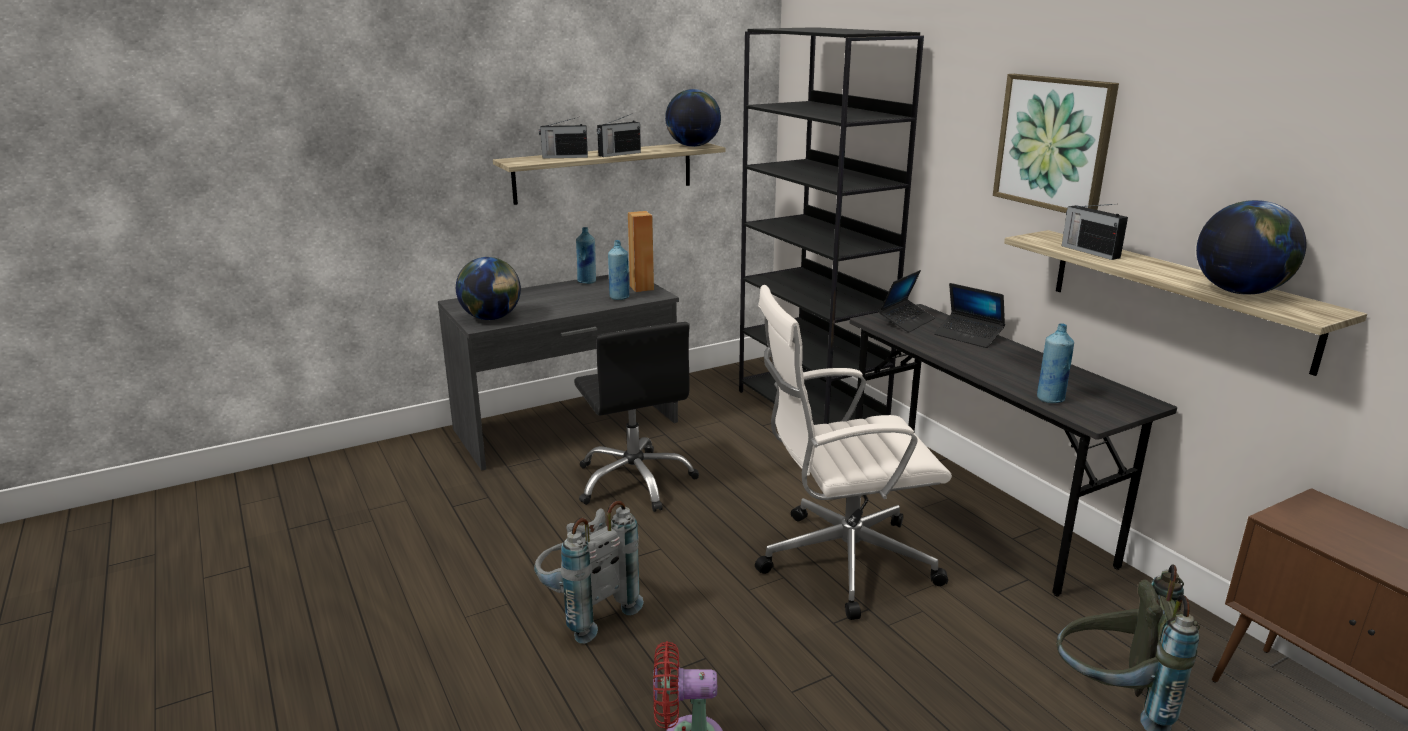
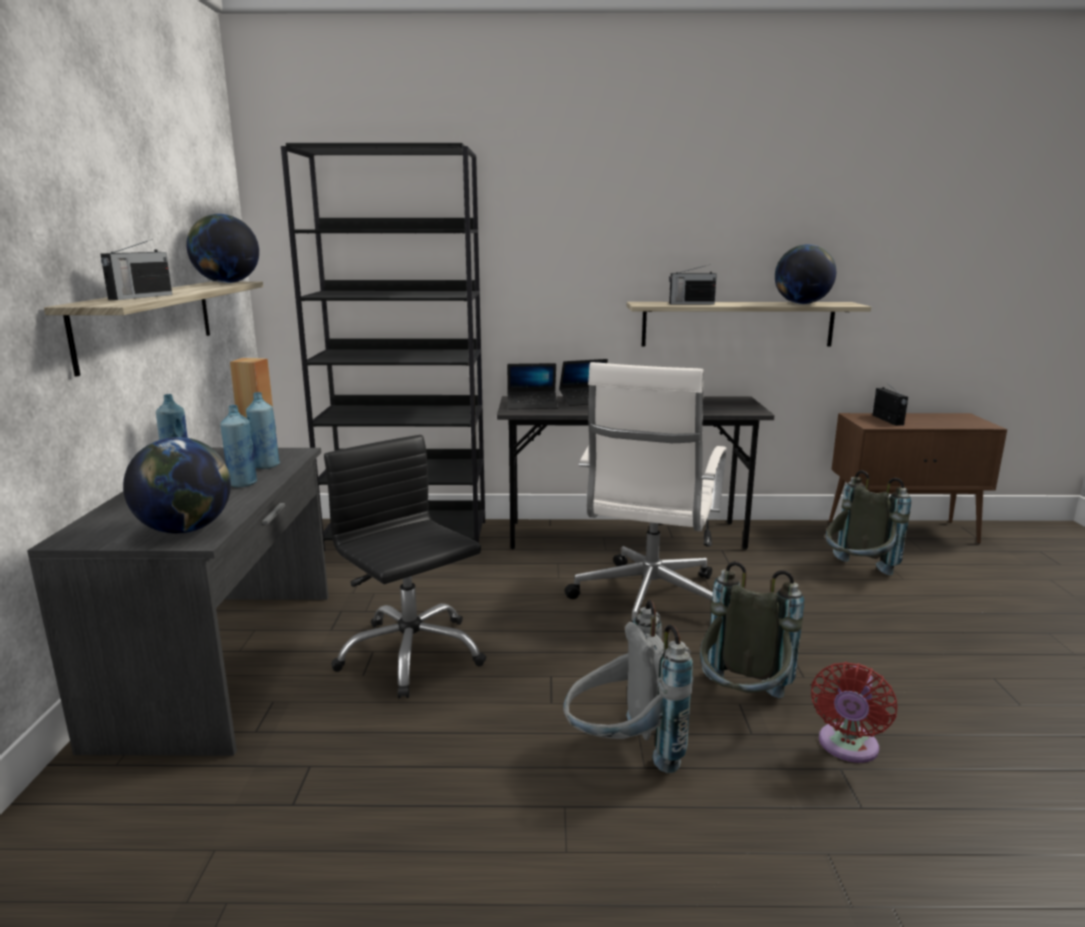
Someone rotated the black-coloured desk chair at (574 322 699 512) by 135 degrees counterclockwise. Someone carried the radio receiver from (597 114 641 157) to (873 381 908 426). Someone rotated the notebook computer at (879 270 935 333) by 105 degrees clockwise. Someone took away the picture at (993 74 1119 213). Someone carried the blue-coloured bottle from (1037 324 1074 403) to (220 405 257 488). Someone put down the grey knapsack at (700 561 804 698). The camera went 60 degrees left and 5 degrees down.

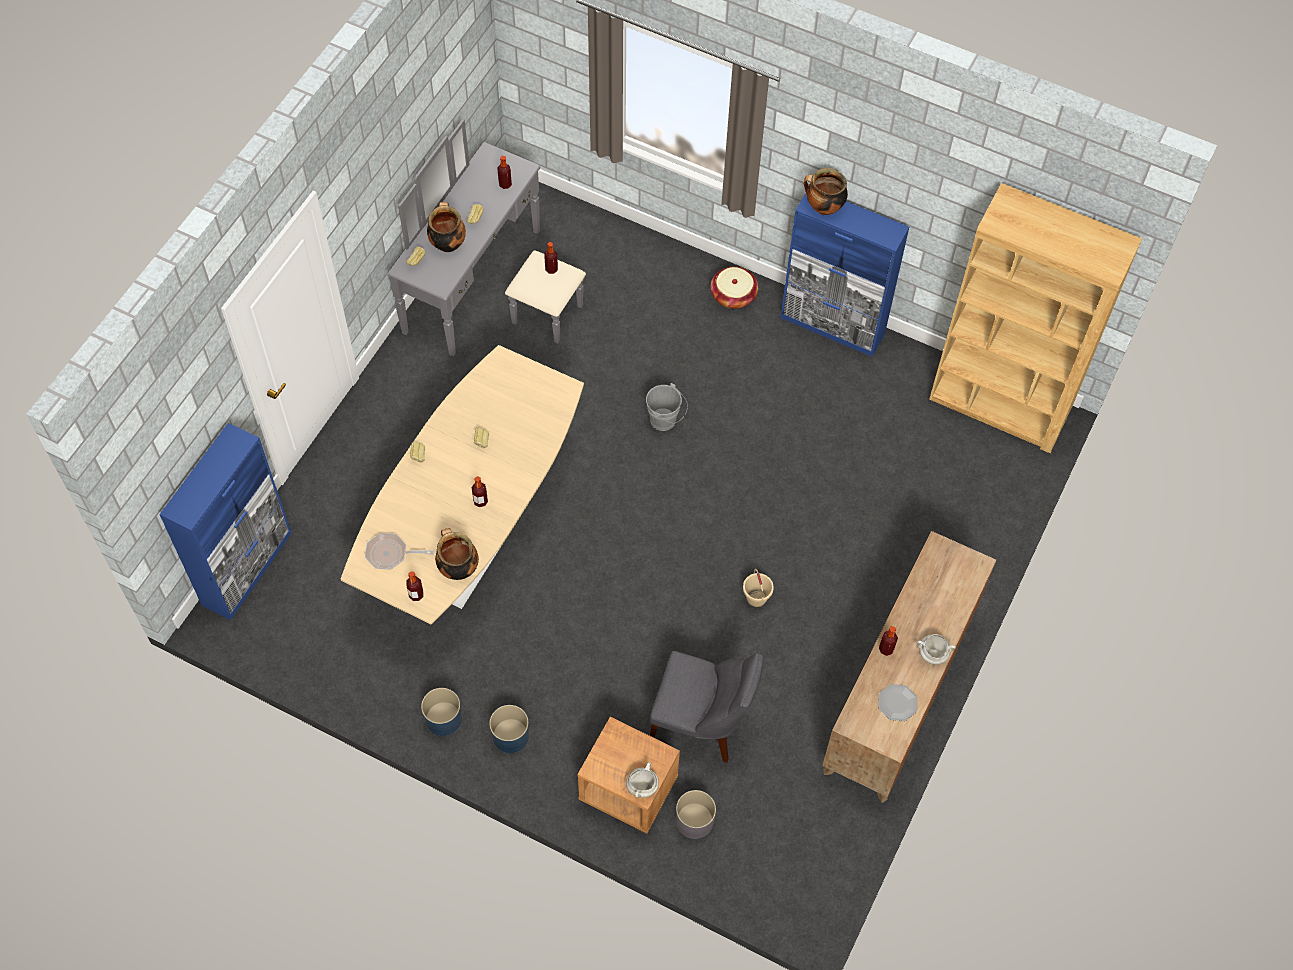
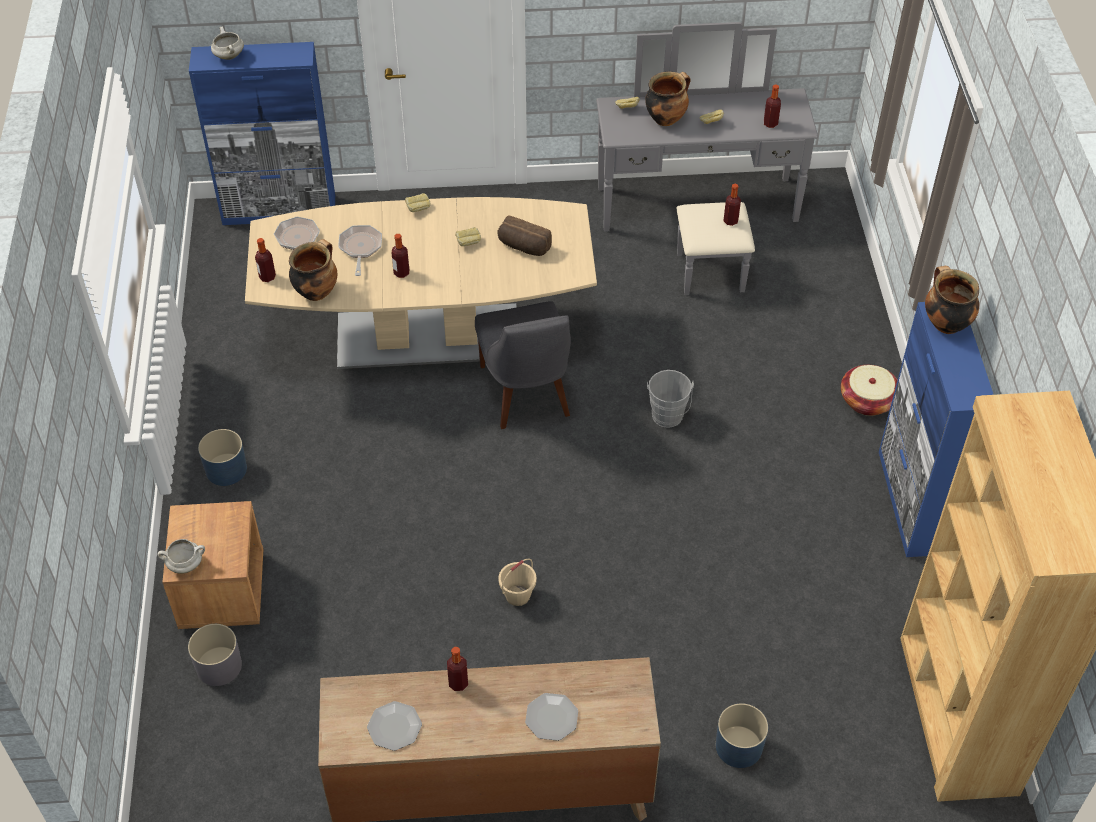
Someone carried the blue-coloured planter from (421 688 462 736) to (716 703 768 768). Someone carried the grey chair from (650 651 764 763) to (475 301 571 429). Someone carried the whitish cooking pot from (917 634 956 665) to (211 27 244 60). Someone put down the skillet at (339 225 382 276). Someone put down the bread at (498 215 552 256). Someone put down the plate at (525 693 578 741). The camera went 60 degrees right and 10 degrees down.

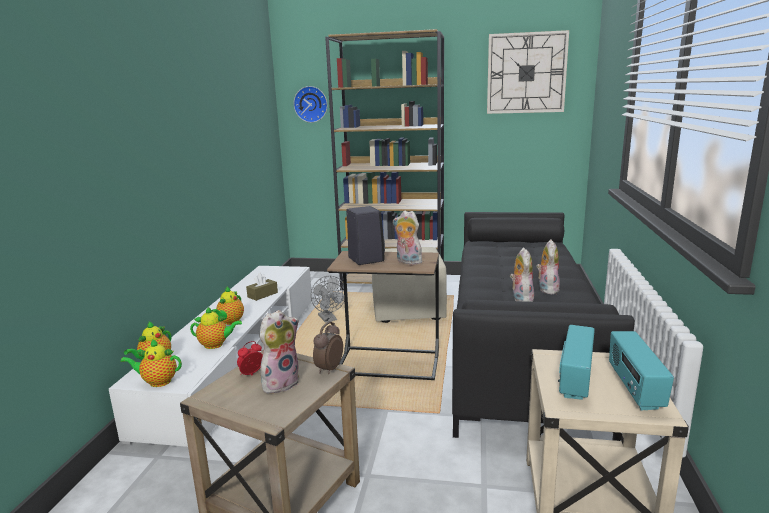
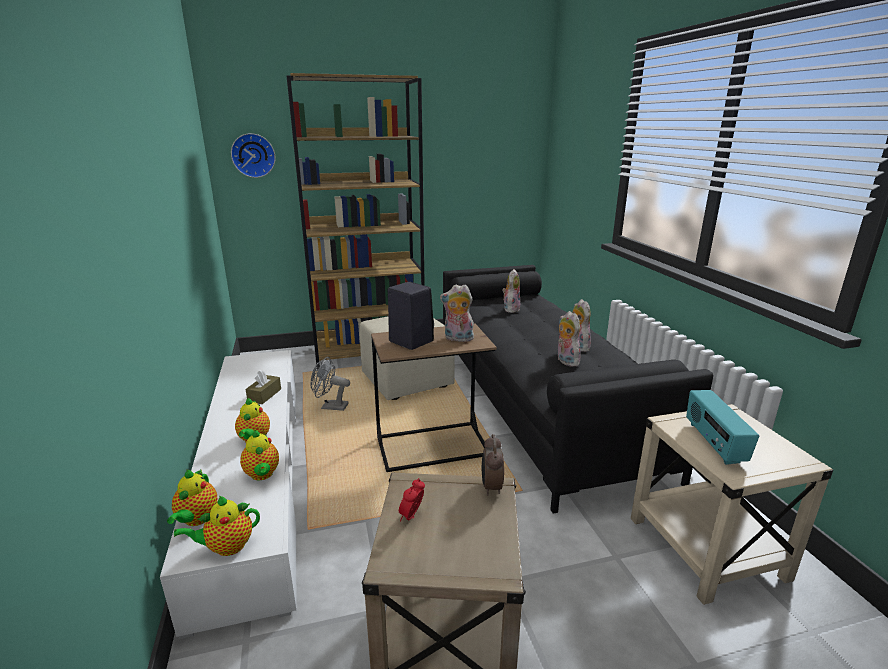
Someone rotated the teapot at (190 307 242 349) by 90 degrees clockwise. Someone carried the cuddly toy from (260 310 299 394) to (502 269 520 313). Someone rotated the grey electric fan at (311 276 344 323) by 150 degrees clockwise. Someone took away the wall clock at (487 30 569 114). Someone took away the radio receiver at (609 331 674 411). The camera went 25 degrees left and 5 degrees up.

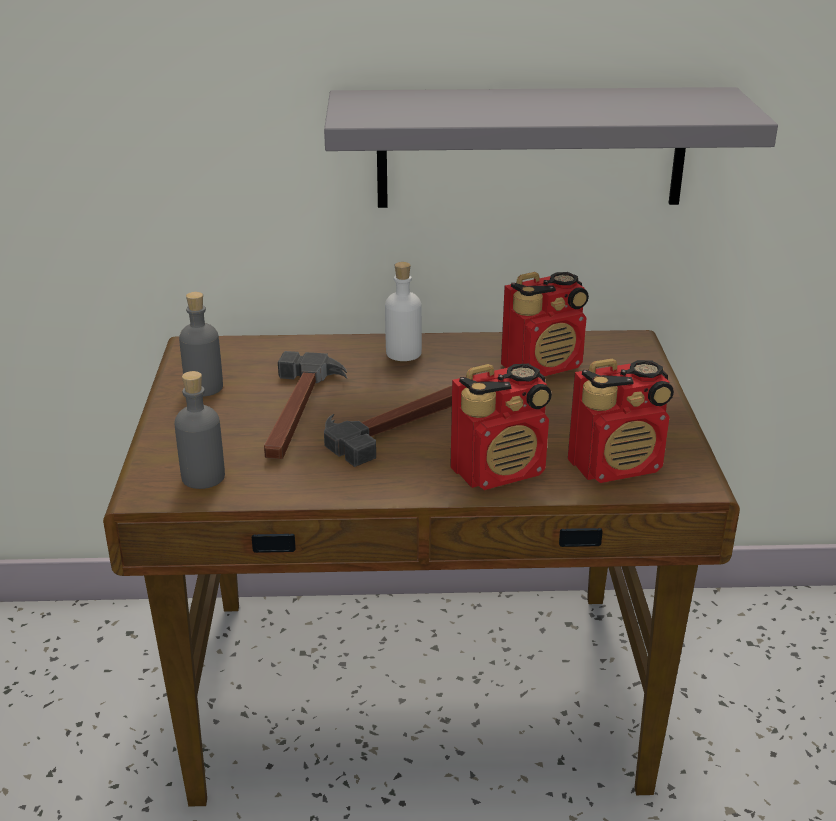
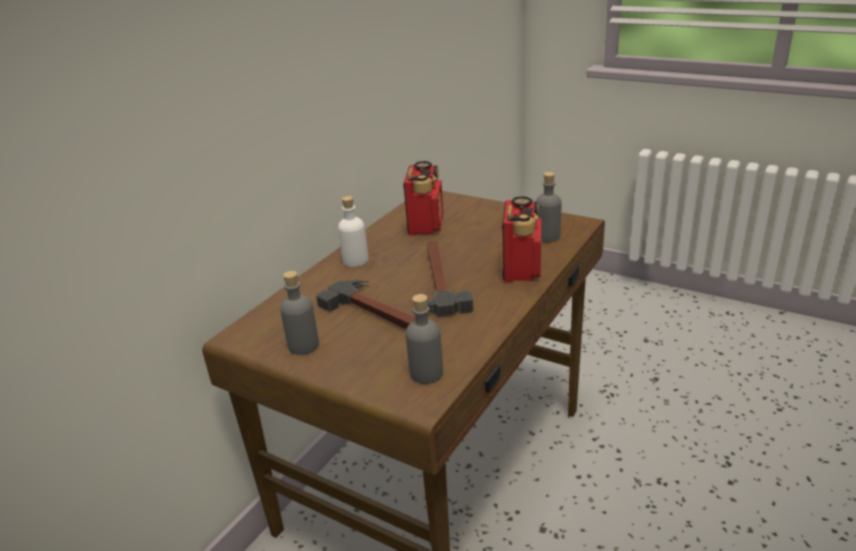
Someone took away the grey bracket shelf at (324 87 778 208). Someone swapped the radio receiver at (568 359 674 483) for the grey bottle at (536 172 562 242). The camera went 55 degrees left and 0 degrees up.

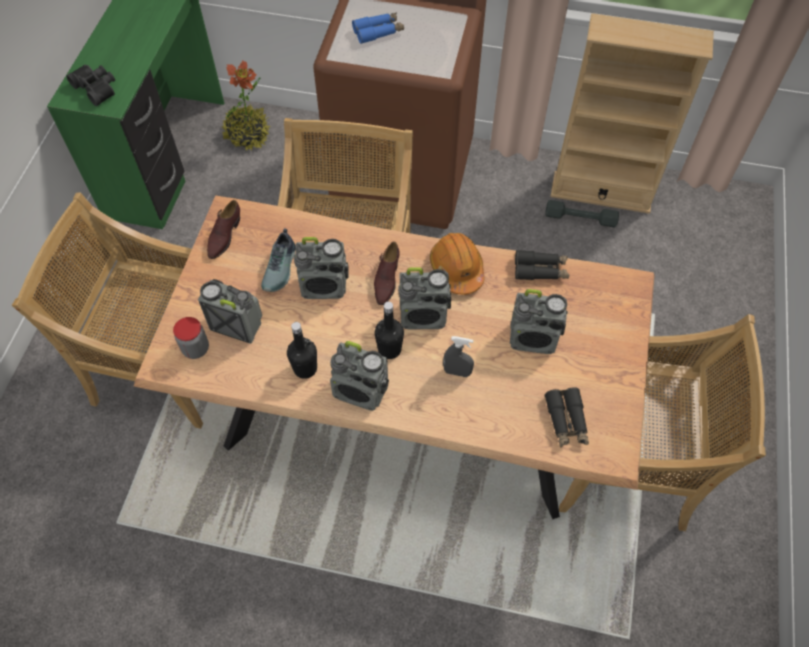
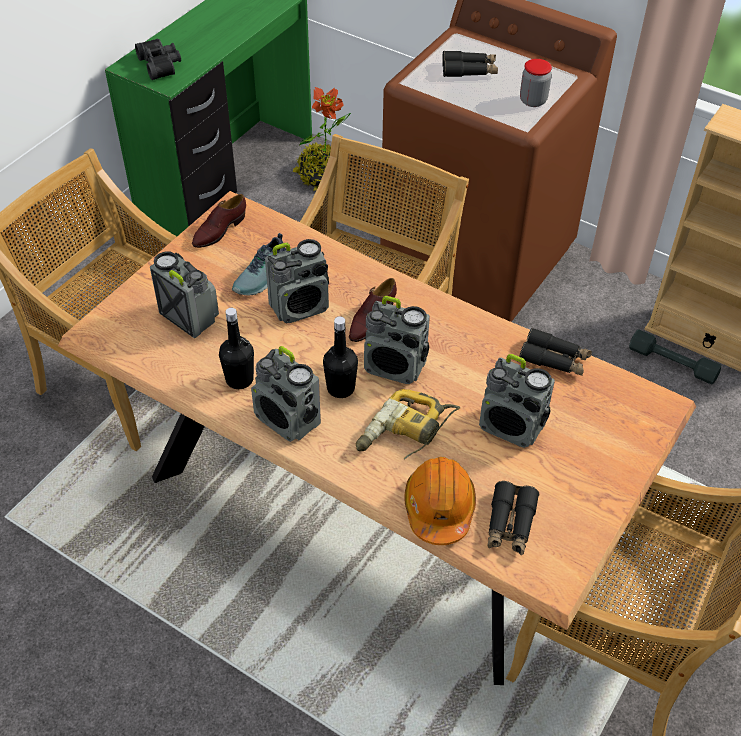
Someone carried the jar from (173 317 209 359) to (520 59 552 107). Someone rotated the radio receiver at (294 237 348 299) by 45 degrees counterclockwise. Someone repainted the blue-coloured pair of binoculars at (352 12 404 44), which became the black-coloured pair of binoculars at (442 51 498 77). Someone carried the orangey hard hat from (430 233 485 295) to (404 457 476 545). Someone swapped the grey spray bottle at (443 336 474 377) for the drill at (356 389 461 459). The camera went 20 degrees right and 10 degrees down.

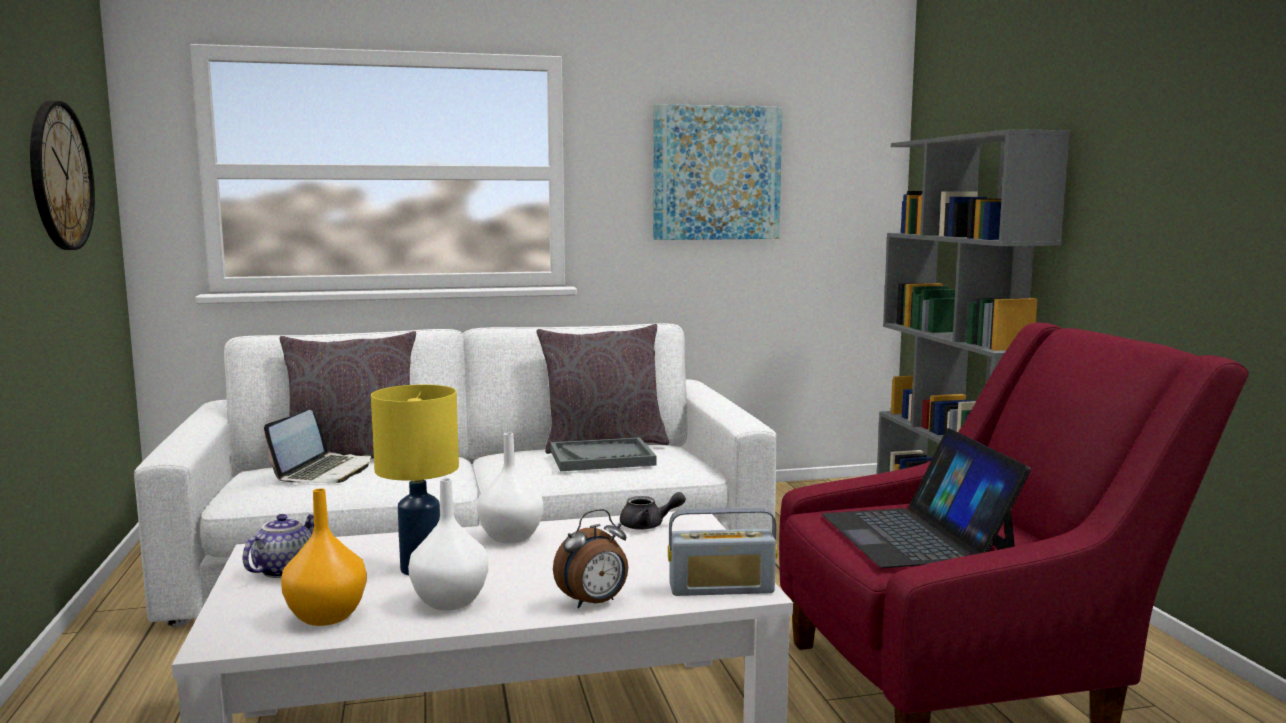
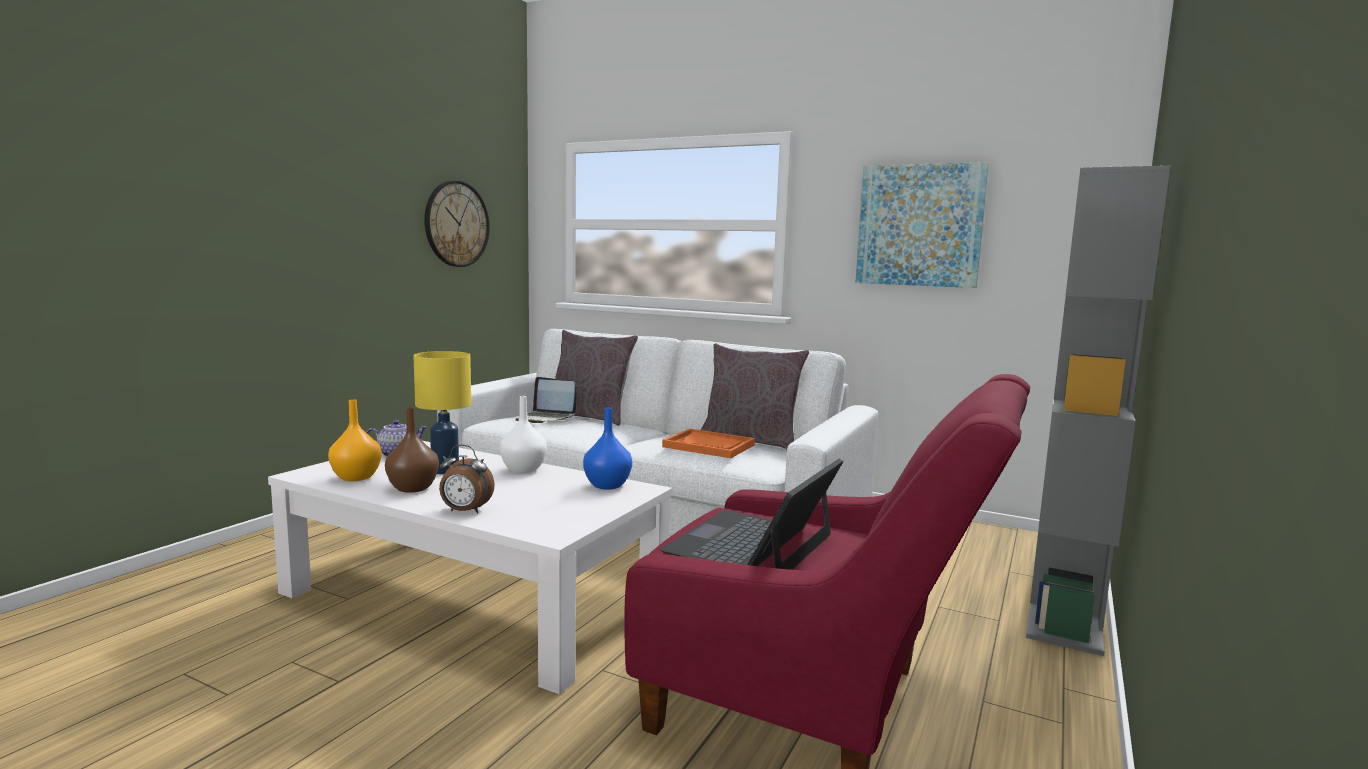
Someone rotated the notebook computer at (264 410 371 483) by 60 degrees clockwise. Someone repainted the whitish vase at (408 478 488 610), which became the brown-coloured vase at (385 407 439 493). Someone repainted the grey carrying tray at (550 437 657 471), which became the orangey carrying tray at (662 429 755 458). Someone swapped the grey teapot at (620 492 686 530) for the blue-coloured vase at (583 407 632 490). Someone took away the radio receiver at (668 507 778 596). The camera went 40 degrees right and 0 degrees up.

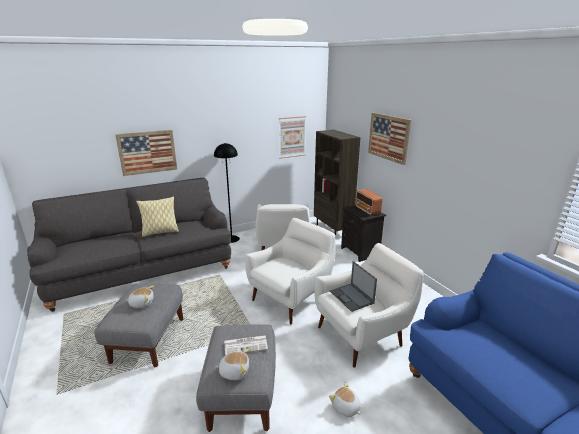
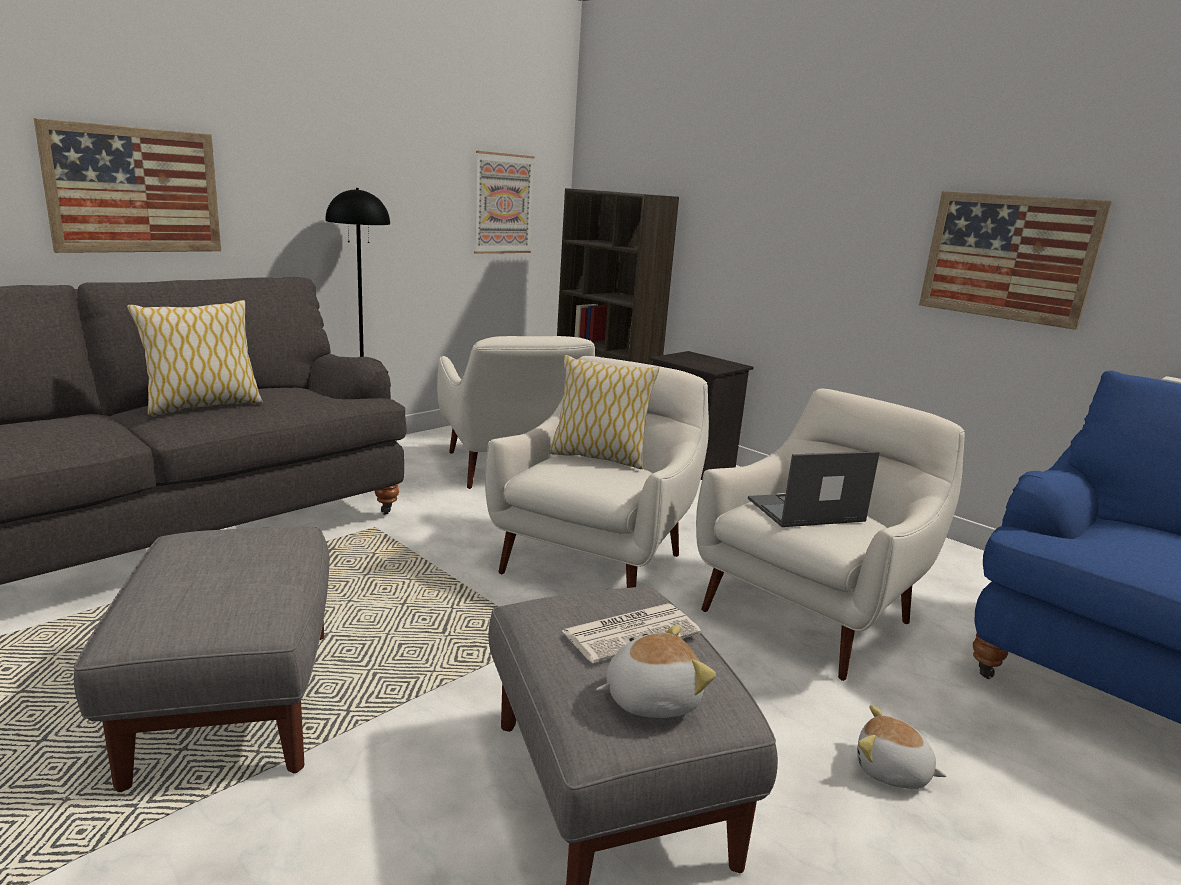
Someone took away the cuddly toy at (126 286 154 308). Someone rotated the notebook computer at (330 261 377 312) by 120 degrees clockwise. Someone took away the radio receiver at (355 189 382 215). Someone carried the picture from (368 112 411 165) to (919 191 1112 330). Someone put down the throw pillow at (549 355 659 469). The camera went 20 degrees left and 5 degrees down.

